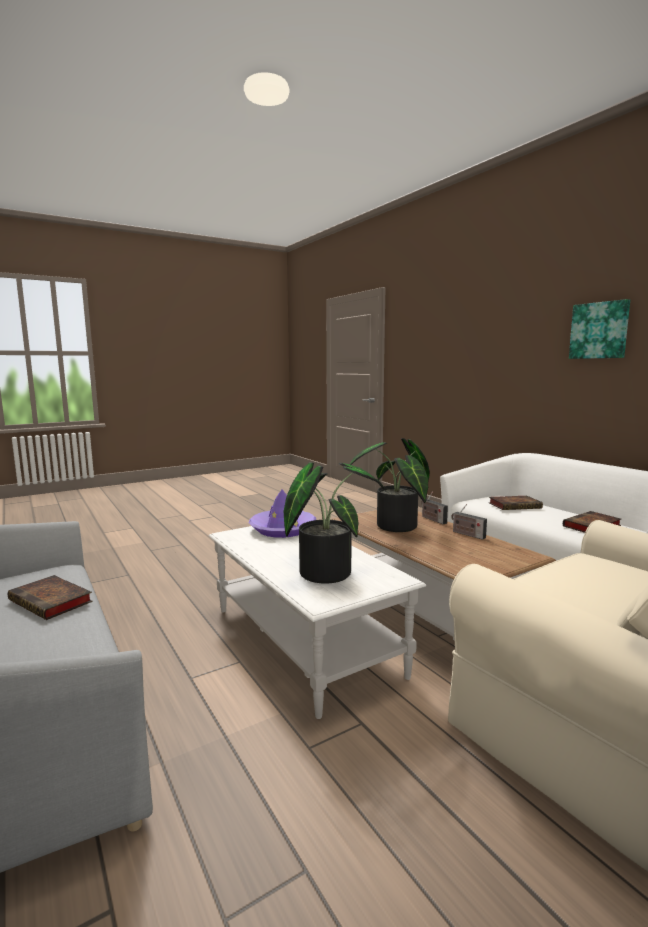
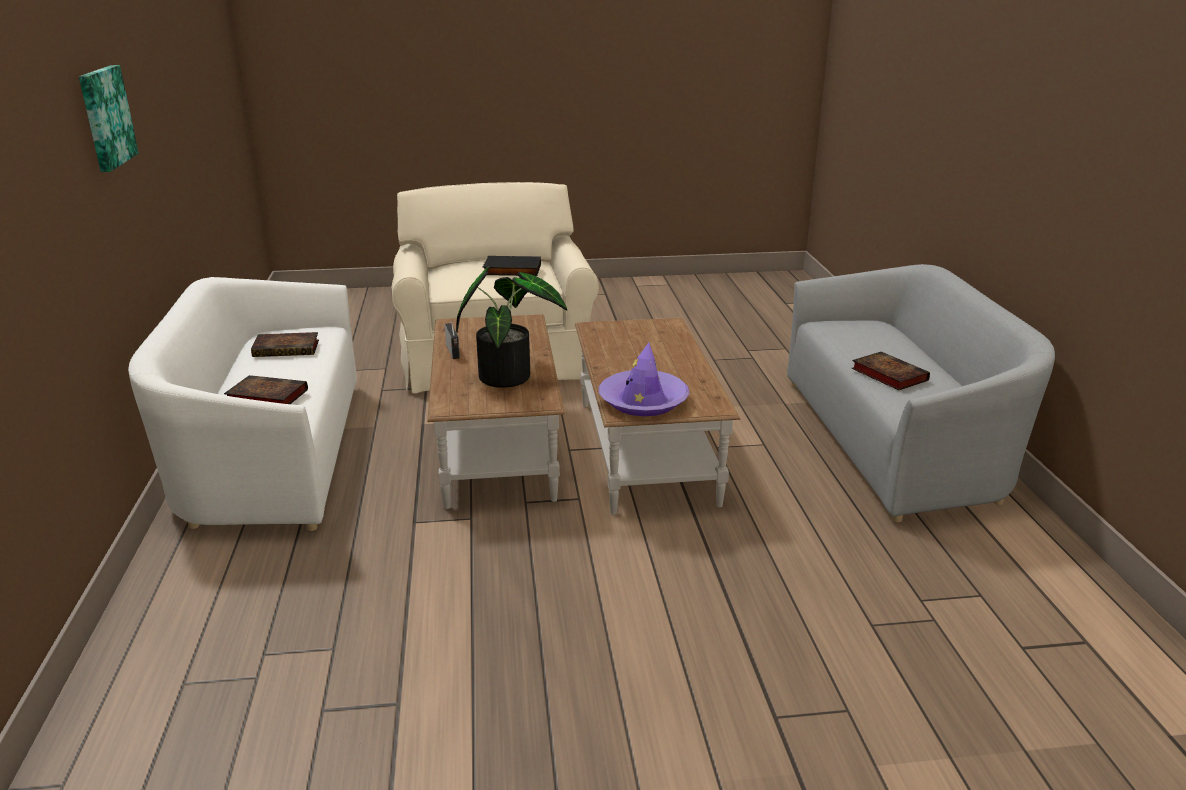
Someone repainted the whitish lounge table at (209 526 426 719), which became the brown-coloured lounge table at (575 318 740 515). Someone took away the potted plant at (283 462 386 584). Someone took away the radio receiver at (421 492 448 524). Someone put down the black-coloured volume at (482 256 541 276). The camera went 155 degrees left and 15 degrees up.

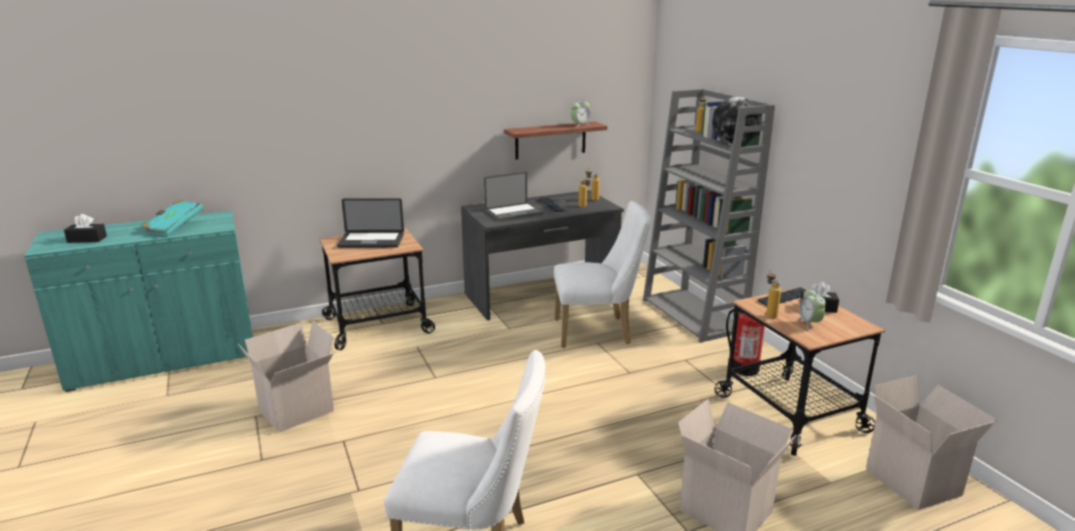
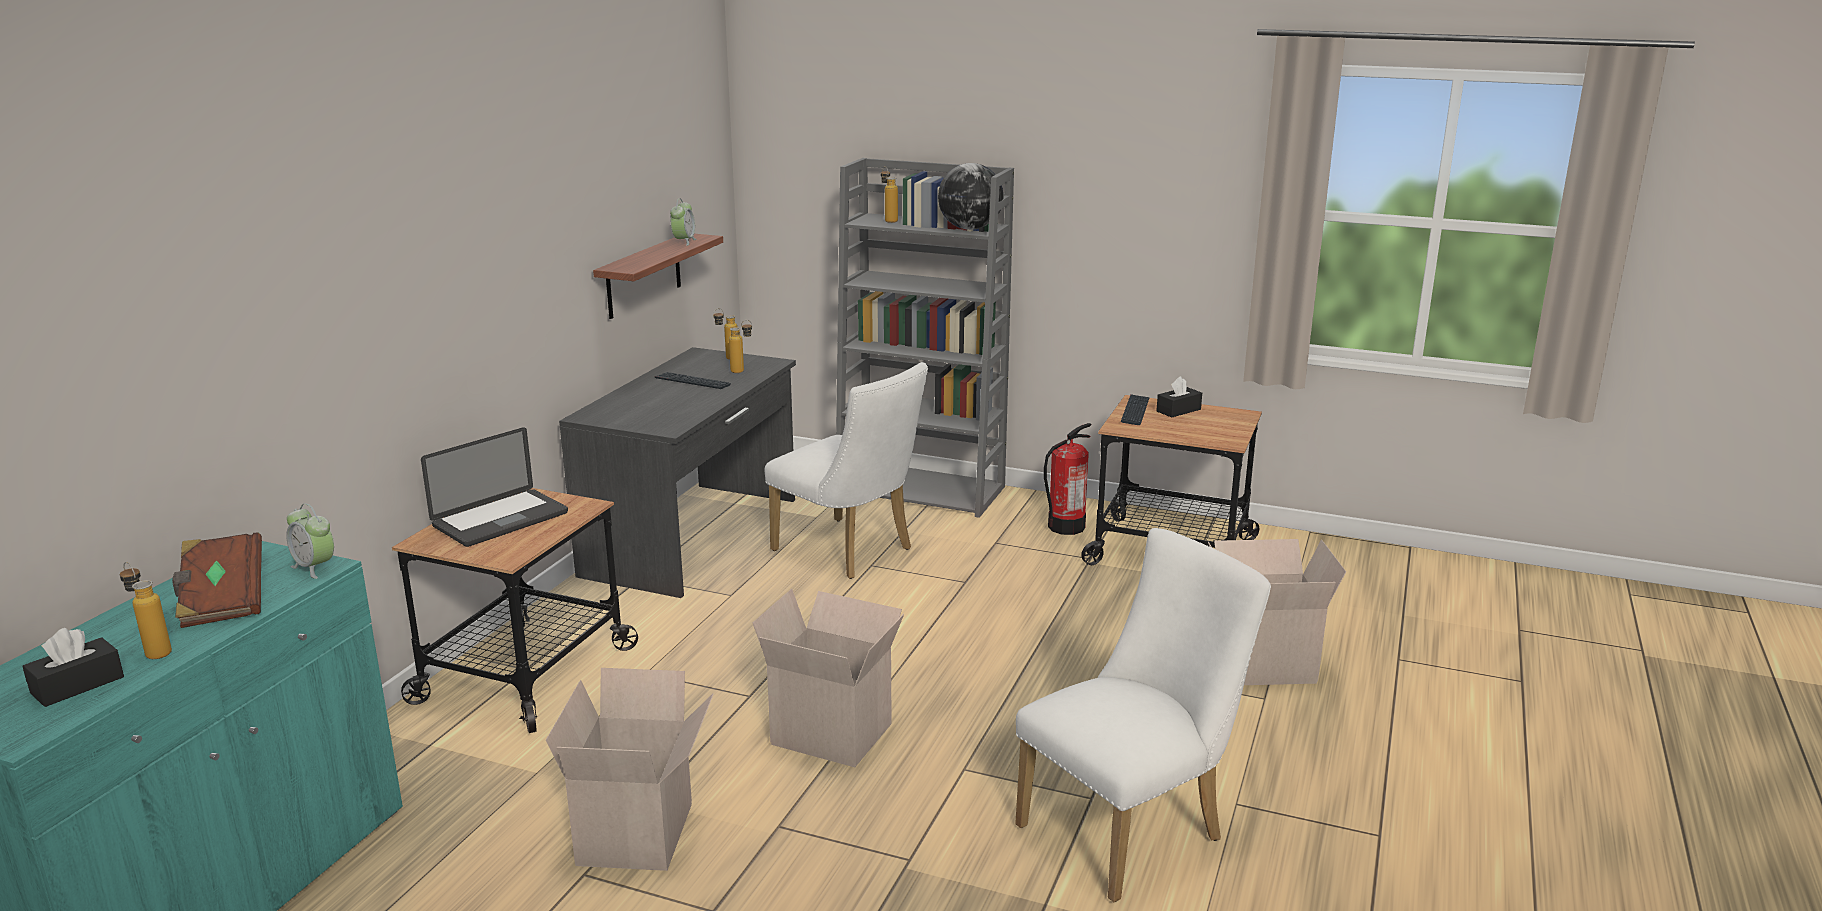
Someone repainted the turquoise volume at (142 199 204 236), which became the brown-coloured volume at (172 532 262 628). Someone took away the notebook computer at (484 172 543 221). Someone rotated the whitish chair at (554 201 651 348) by 90 degrees clockwise. Someone carried the bottle from (766 270 781 318) to (120 562 172 659). Someone carried the table clock from (797 288 826 330) to (286 503 334 579). Someone carried the carton from (866 375 997 510) to (753 589 904 767). The camera went 45 degrees left and 0 degrees up.

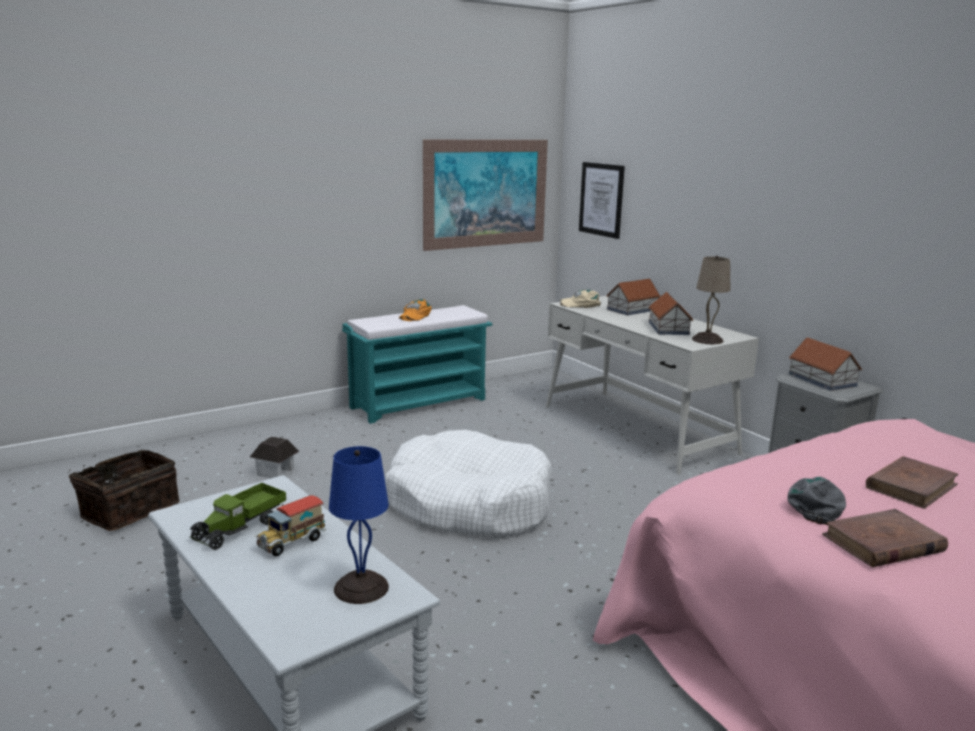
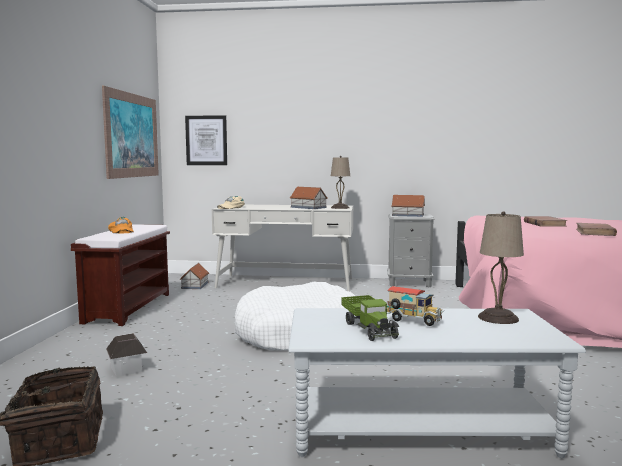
Someone rotated the toy lorry at (253 495 326 556) by 45 degrees counterclockwise. Someone repainted the blue-coloured lamp for a table at (329 446 389 604), which became the beige-coloured lamp for a table at (478 211 524 324). Someone repainted the turquoise bench at (342 305 492 424), which became the brown-coloured bench at (71 224 170 326). Someone carried the model house from (606 278 661 315) to (180 263 209 289). Someone took away the grey baseball cap at (787 477 846 525). The camera went 50 degrees left and 10 degrees down.

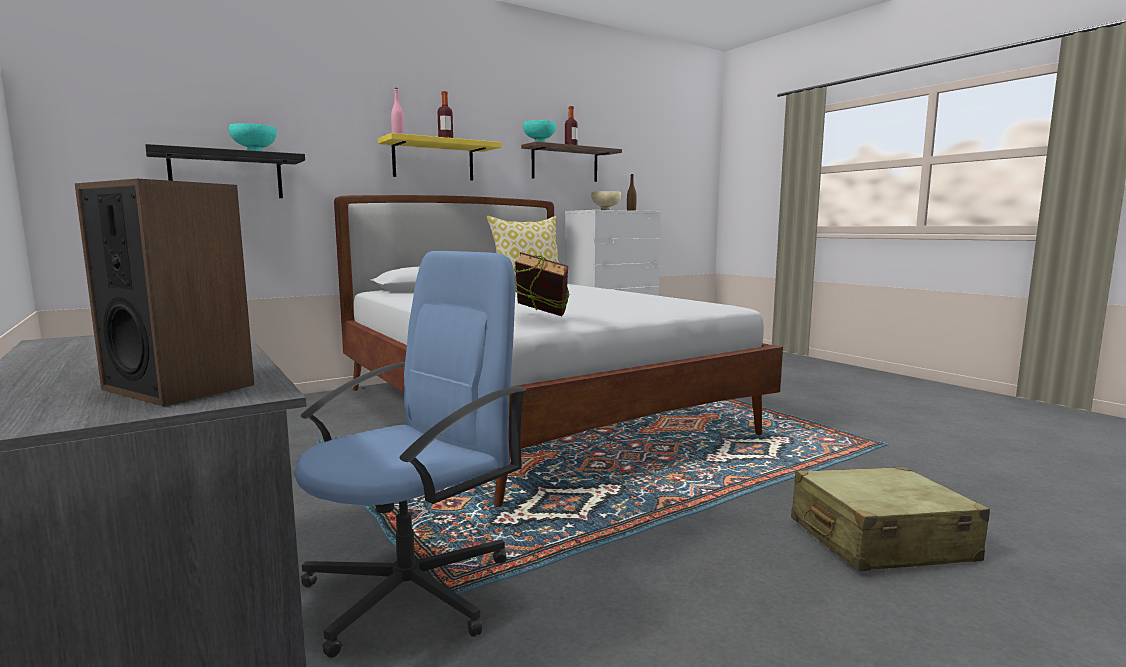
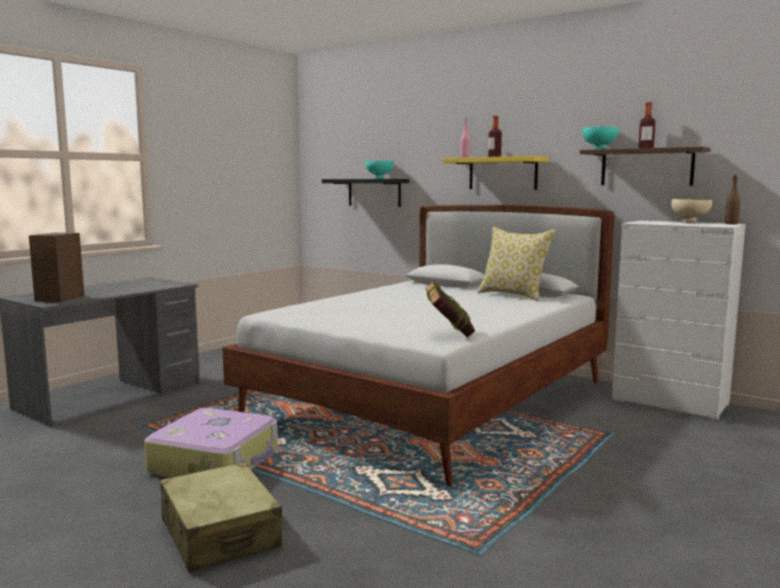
Someone took away the blue-coloured desk chair at (294 251 527 658). Someone carried the volume from (514 252 570 316) to (425 281 475 337). Someone put down the piece of luggage at (145 408 278 478). The camera went 70 degrees right and 0 degrees up.

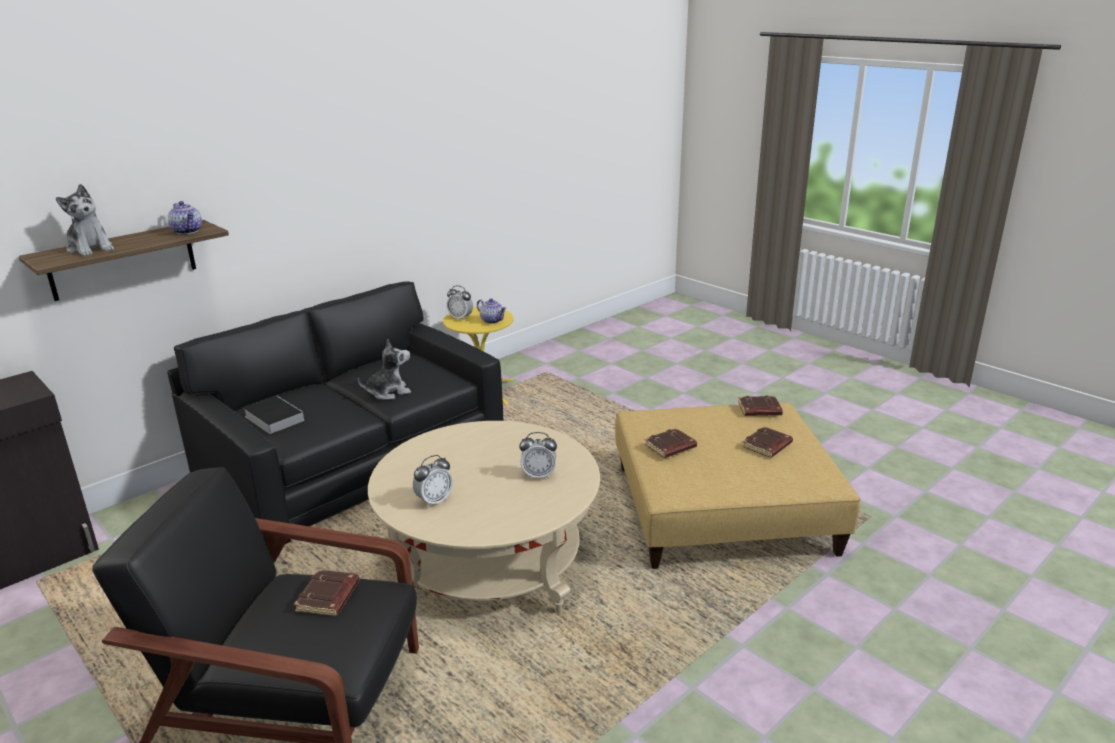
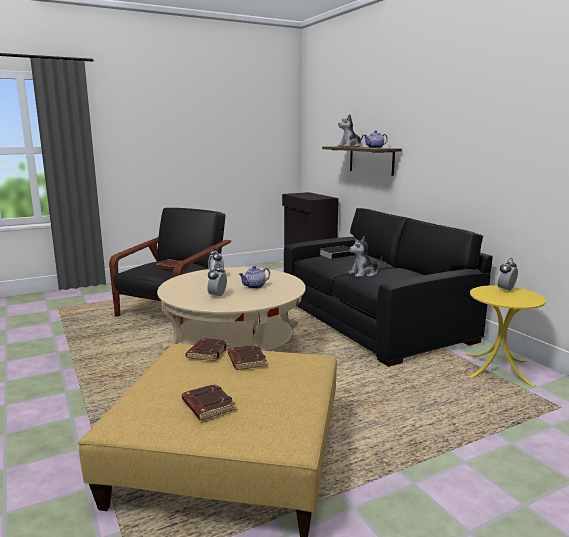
Someone rotated the cuddly toy at (358 339 411 400) by 75 degrees clockwise. Someone carried the teapot from (477 298 506 324) to (239 266 270 289). Someone carried the brown-coloured volume from (738 395 783 416) to (186 338 228 361). The camera went 105 degrees right and 10 degrees down.

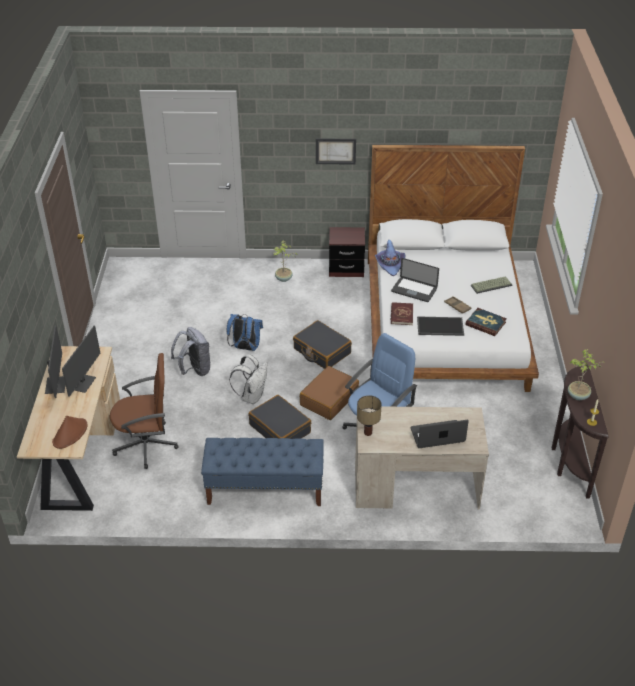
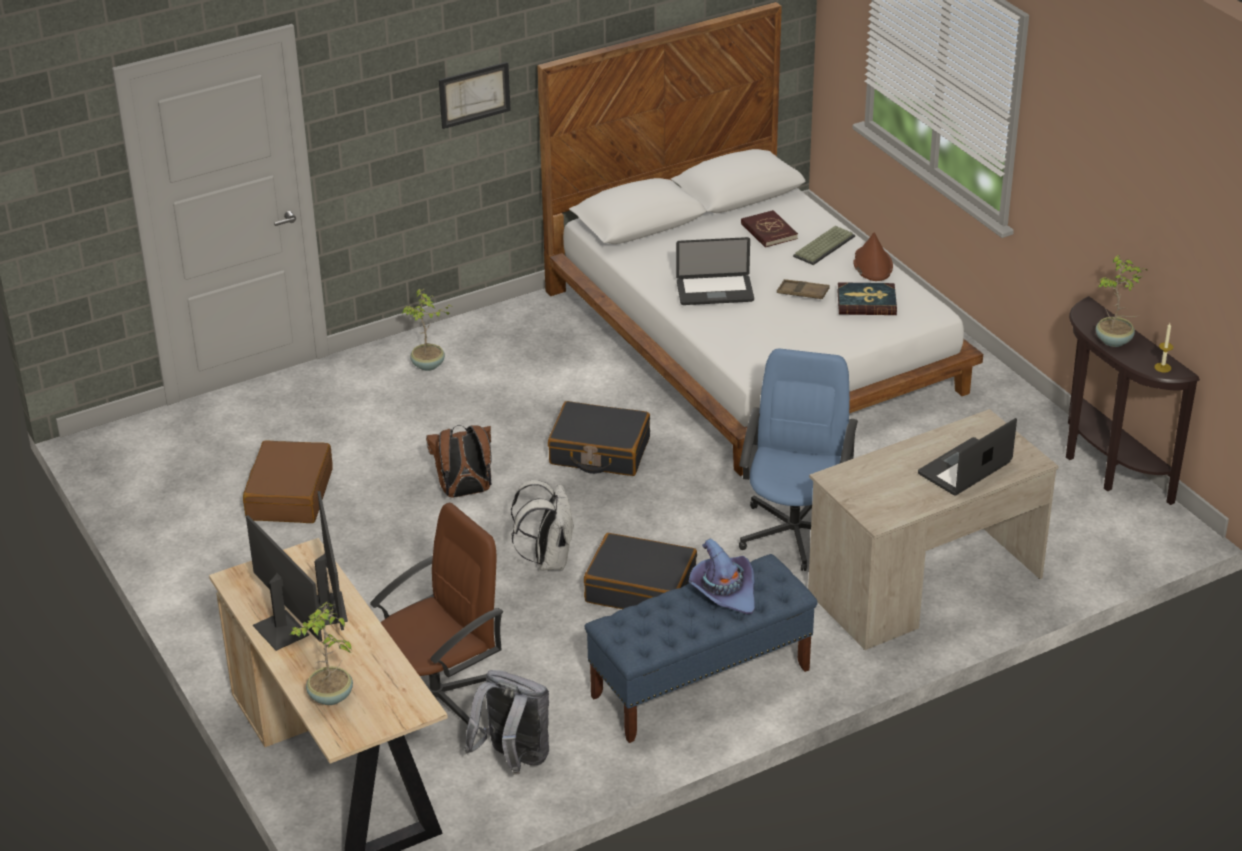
Someone carried the brown-coloured clothing hat from (52 416 88 449) to (853 233 893 281). Someone carried the grey knapsack from (171 327 210 376) to (464 670 549 775). Someone repainted the blue-coloured knapsack at (227 314 263 351), which became the brown-coloured knapsack at (426 425 492 498). Someone carried the brown-coloured piece of luggage from (300 366 359 420) to (243 440 333 523). Someone took away the brown-coloured nightstand at (329 227 365 277). Someone took away the lamp for a table at (357 395 382 436). Someone carried the purple clothing hat from (375 240 405 276) to (688 539 755 614). Someone carried the red-coloured volume from (390 302 413 325) to (741 210 798 248). Someone took away the carrying tray at (417 316 464 336). Someone put down the potted plant at (290 602 353 705). The camera went 30 degrees left and 5 degrees down.

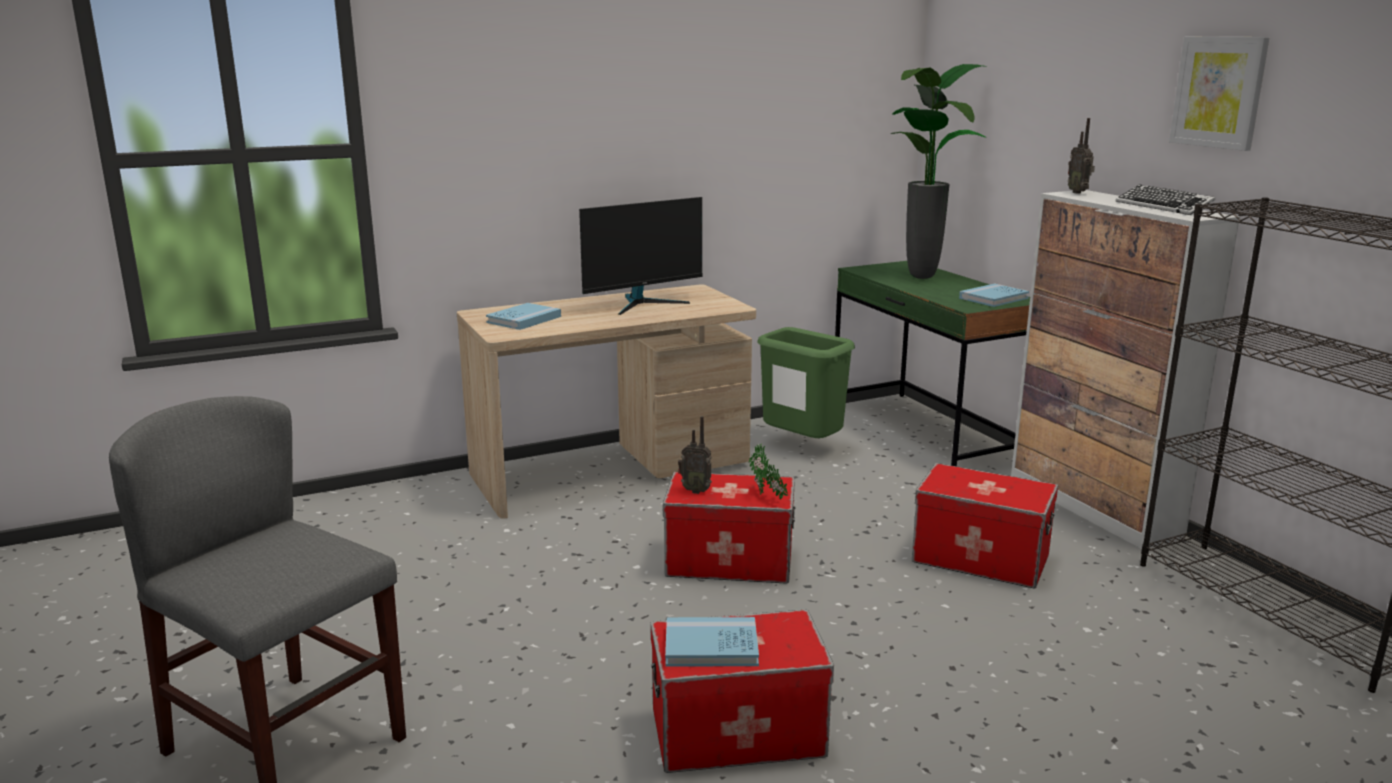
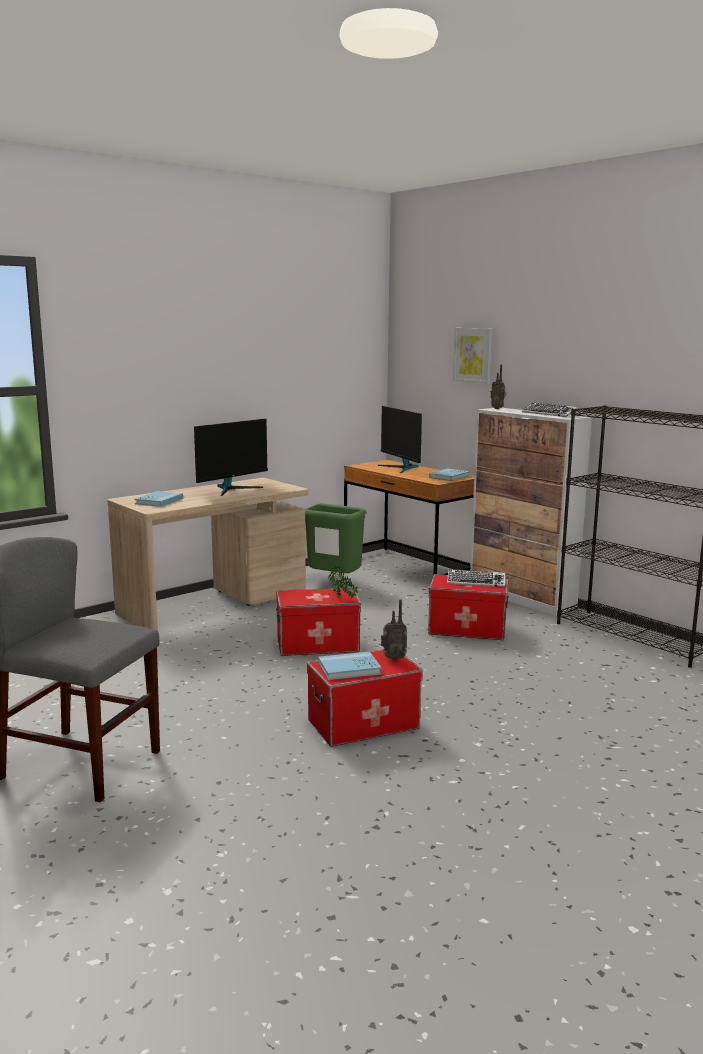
Someone carried the radio receiver from (678 416 712 494) to (381 599 407 660). Someone repainted the green-coloured desk table at (835 261 1030 466), which became the brown-coloured desk table at (344 460 474 576). Someone swapped the potted plant at (891 64 988 279) for the computer screen at (378 406 422 473). Someone carried the picture from (1169 37 1270 151) to (453 328 492 384). Someone put down the computer keyboard at (447 569 505 587). The camera went 15 degrees left and 5 degrees down.

